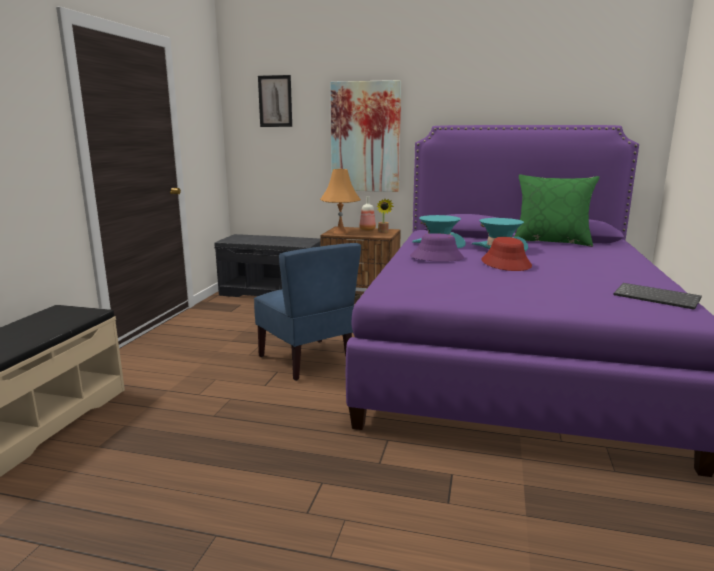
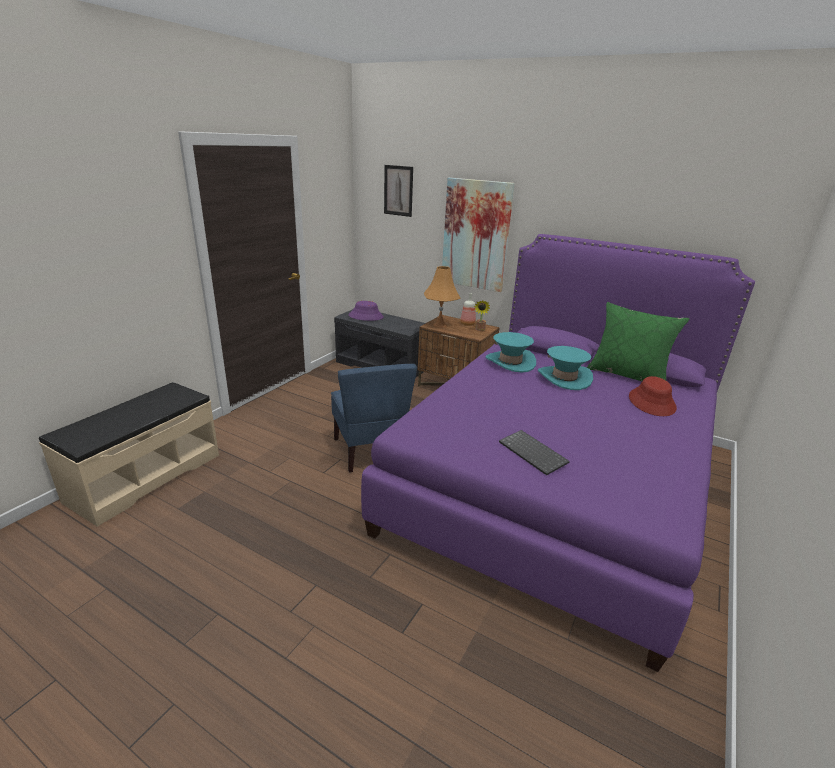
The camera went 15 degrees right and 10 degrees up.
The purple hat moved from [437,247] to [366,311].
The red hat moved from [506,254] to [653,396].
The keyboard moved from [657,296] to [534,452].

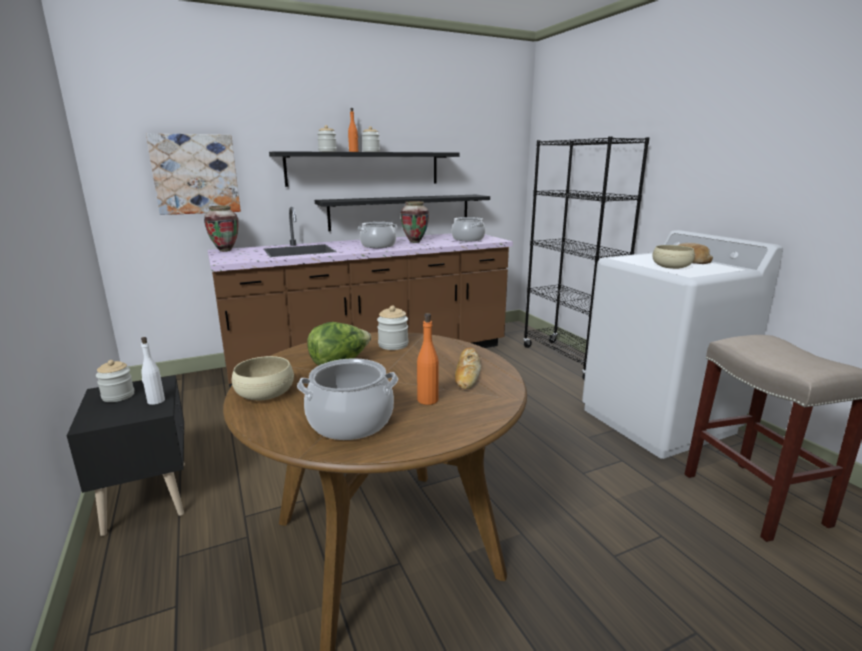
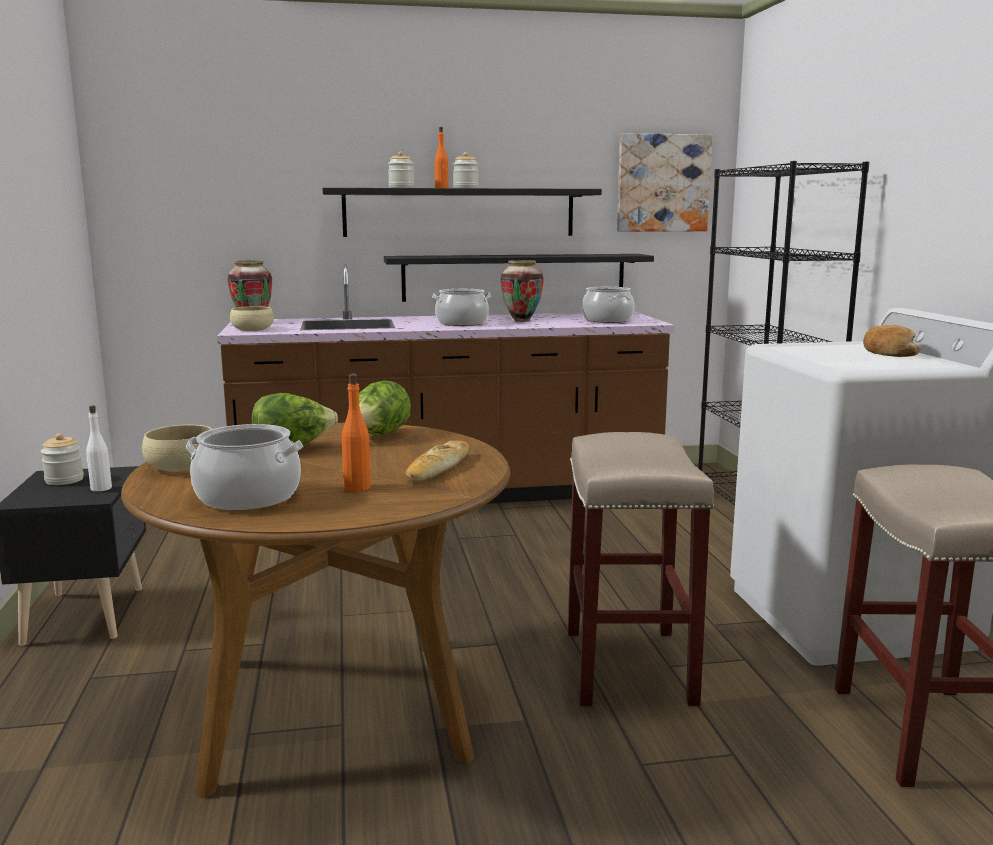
The camera went 15 degrees right and 5 degrees down.
The picture moved from [193,174] to [665,182].
The jar at [392,327] was replaced by the lettuce at [385,408].
The beige bowl moved from [673,257] to [252,318].
The beige stool at [641,569] appeared.

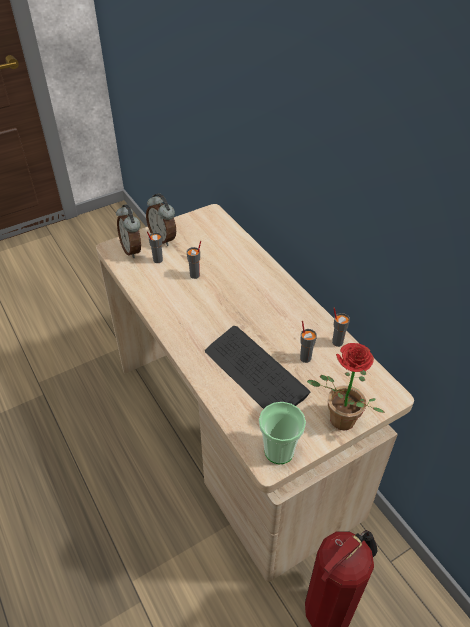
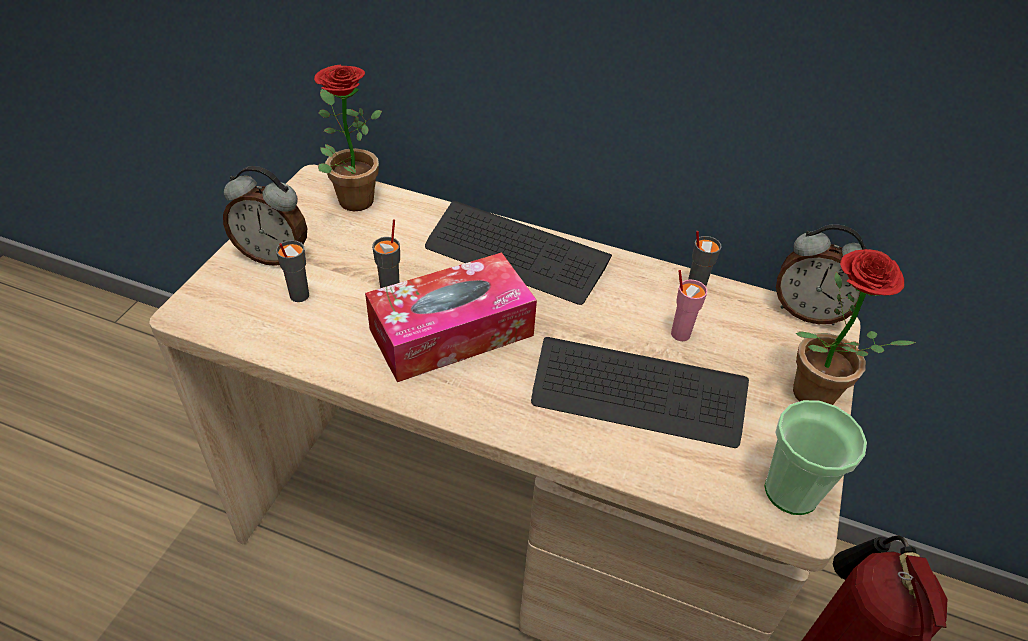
The camera went 40 degrees left and 0 degrees up.
The alarm clock moved from [128,231] to [823,274].
The grey cup at [308,342] became the pink cup at [689,305].
The potted plant at [348,138] appeared.
The tissue box at [451,317] appeared.
The keyboard at [518,253] appeared.

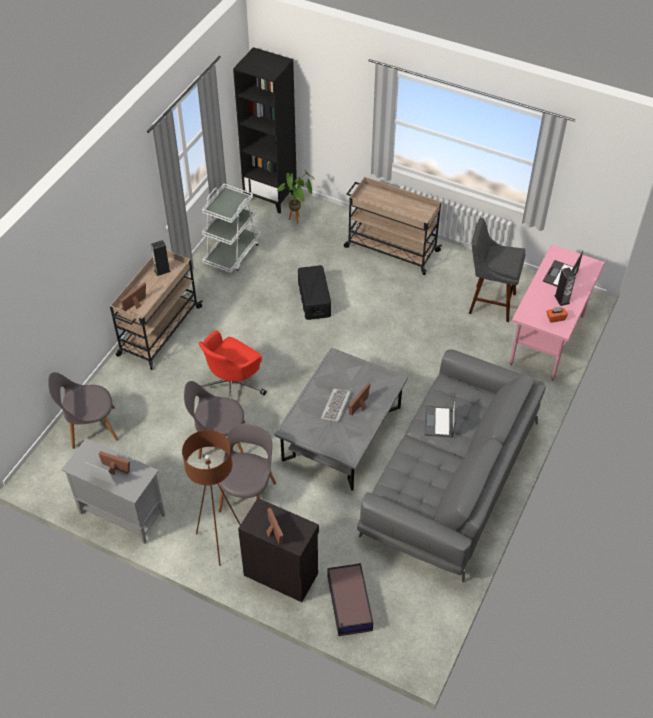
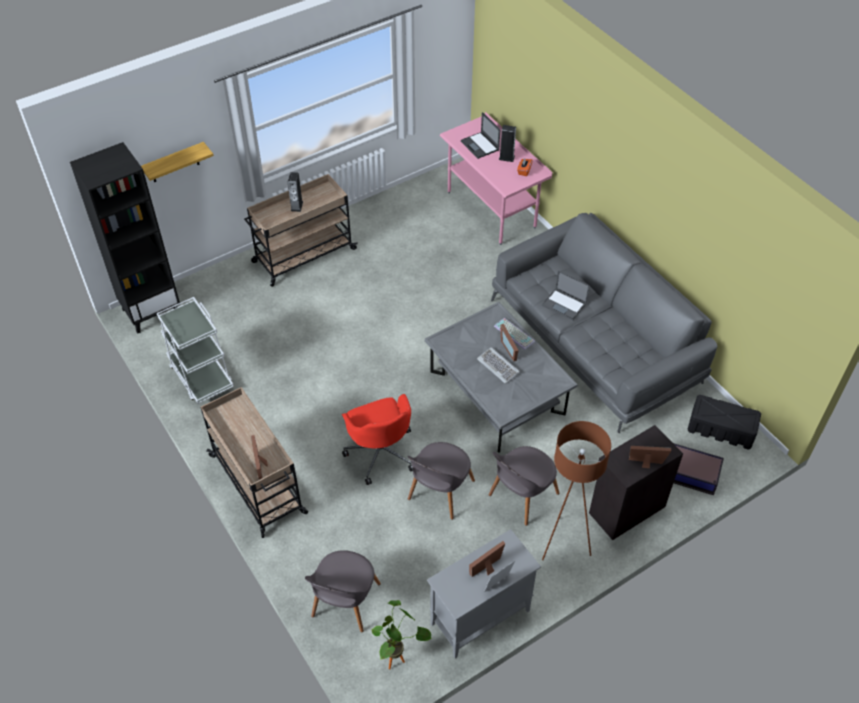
The camera went 60 degrees left and 0 degrees up.
The speaker moved from [161,258] to [295,192].
The grey chair at [247,468] turned 90 degrees counterclockwise.
The potted plant moved from [295,197] to [401,634].
The black storage box moved from [314,292] to [724,422].
The grey stool at [497,270] disappeared.
The shelf at [177,162] appeared.
The keyboard at [514,334] appeared.

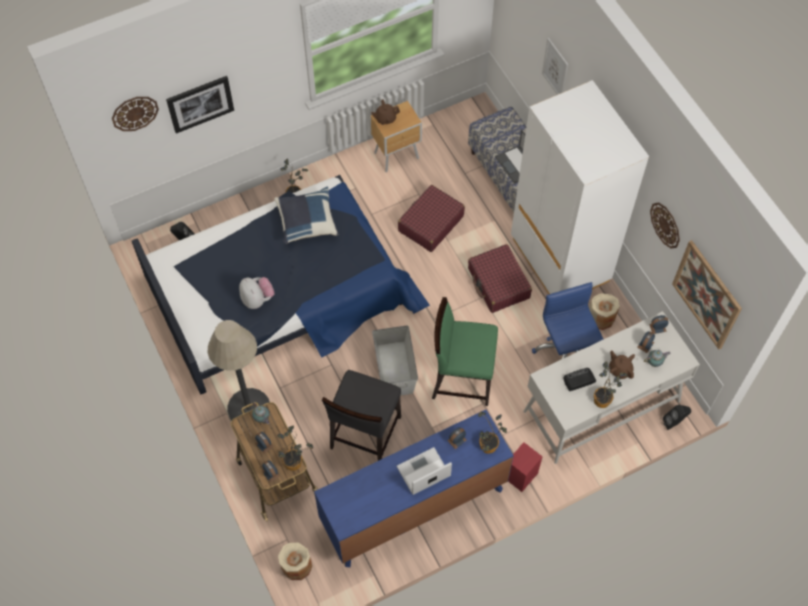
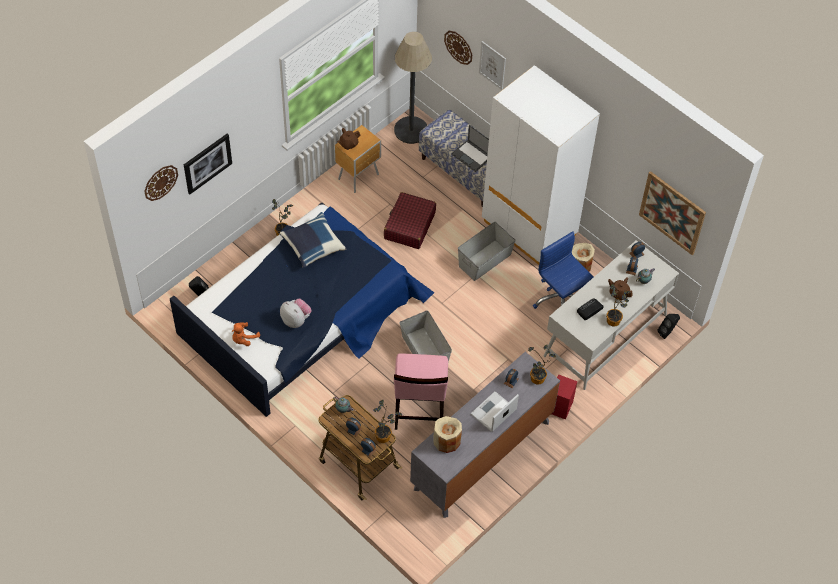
The camera went 20 degrees left and 5 degrees down.
The floor lamp moved from [239,373] to [413,88].
The beige vase moved from [295,561] to [447,434].
The blue dresser at [414,488] became the grey dresser at [485,435].
The black chair at [361,415] became the pink chair at [421,392].
The green chair at [465,351] disappeared.
The red suitcase at [500,278] was replaced by the grey storage box at [487,251].
The wall clock moved from [665,225] to [458,48].
The orange plush toy at [246,334] appeared.

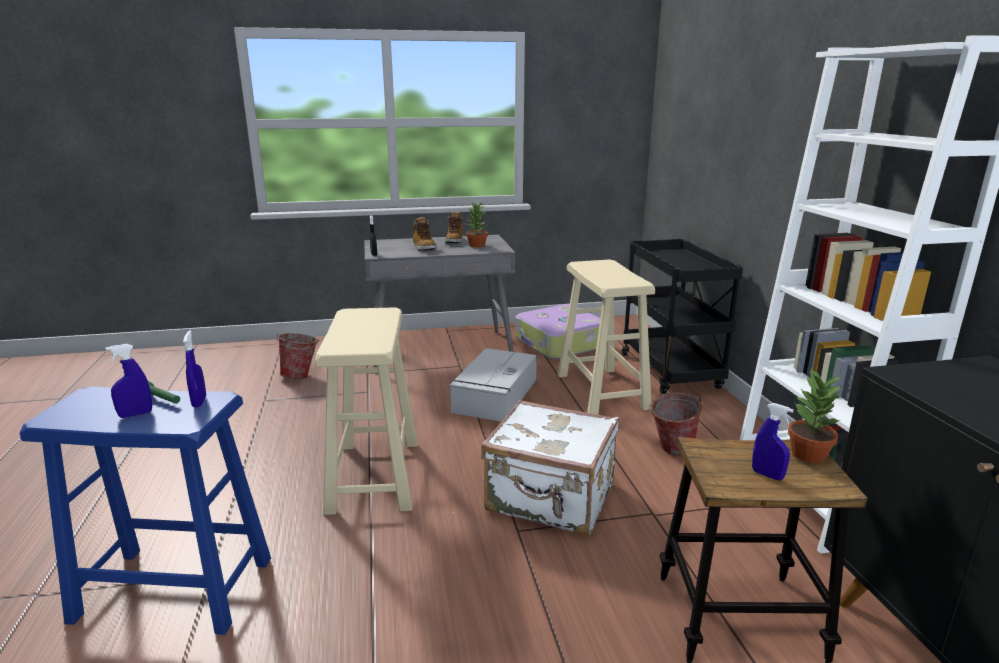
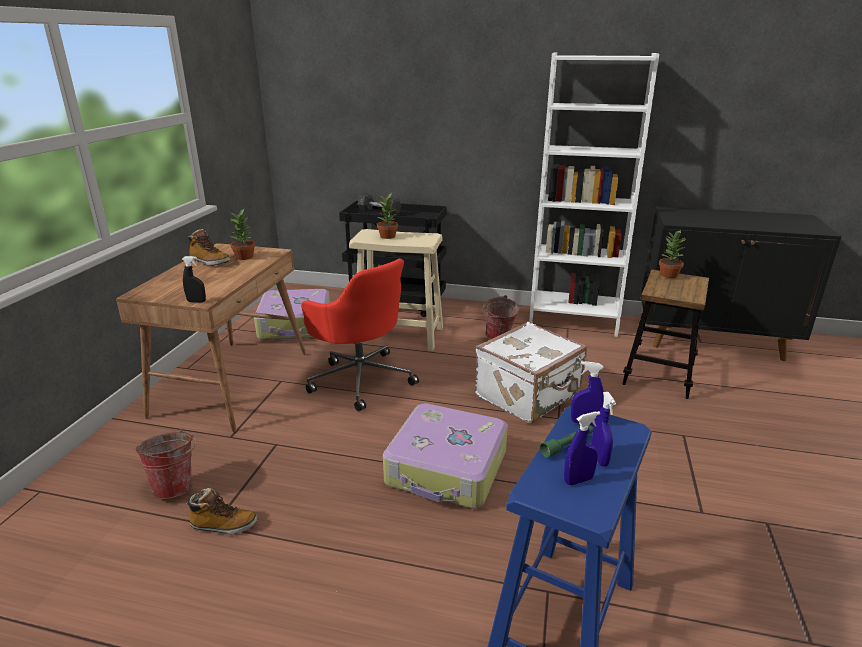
The camera went 65 degrees left and 5 degrees up.
The beige stool at [366,411] was replaced by the suitcase at [445,456].
The grey desk at [439,301] became the brown desk at [211,337].
The boot moved from [425,234] to [221,511].
The grey storage box at [493,385] was replaced by the red office chair at [360,335].
The blue spray bottle moved from [773,441] to [582,448].
The grey dumbbell at [379,204] appeared.
The potted plant at [387,216] appeared.

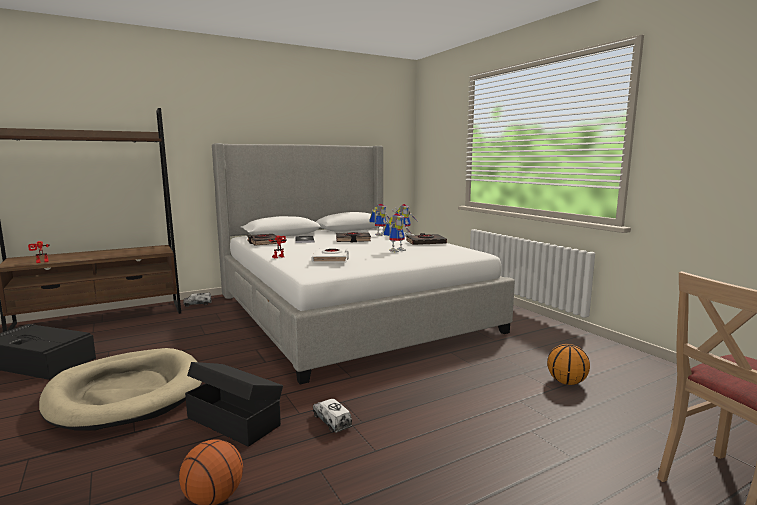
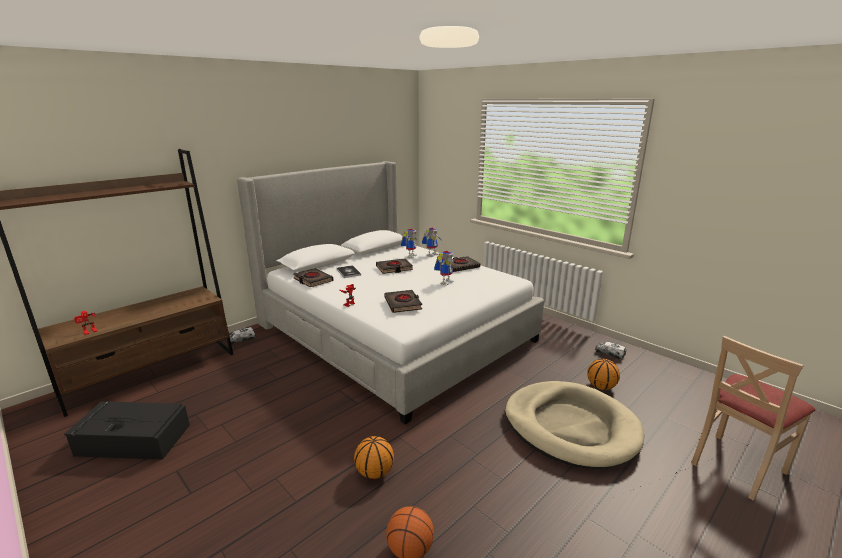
The camera went 15 degrees left and 10 degrees up.
The beige dog bed moved from [120,389] to [574,424].
The black storage box at [234,404] was replaced by the basketball at [374,457].
The white book at [330,255] became the black book at [403,301].
The toy truck moved from [332,416] to [610,350].

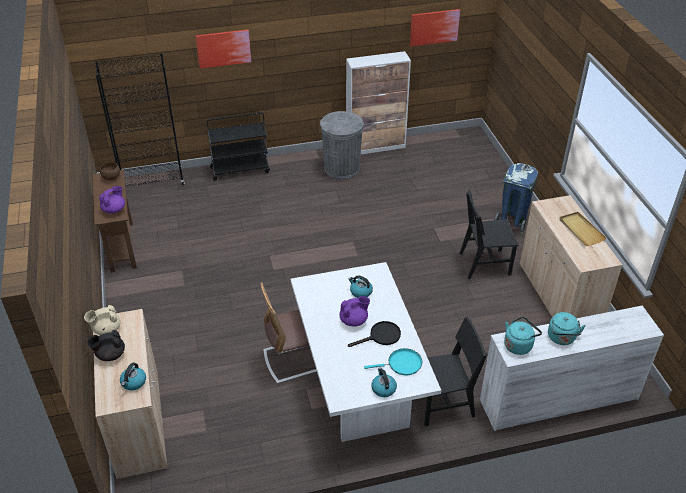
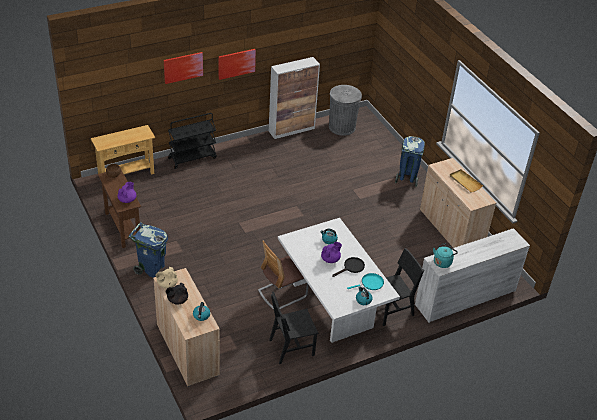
The camera went 15 degrees left and 0 degrees up.
The black bookcase at [139,120] was replaced by the beige console table at [123,149].
The grey trash can moved from [342,145] to [345,110].
The picture moved from [435,27] to [237,64].
The black chair moved from [489,234] to [294,328].
The turquoise kettle at [567,328] disappeared.
The blue trash can at [148,250] appeared.

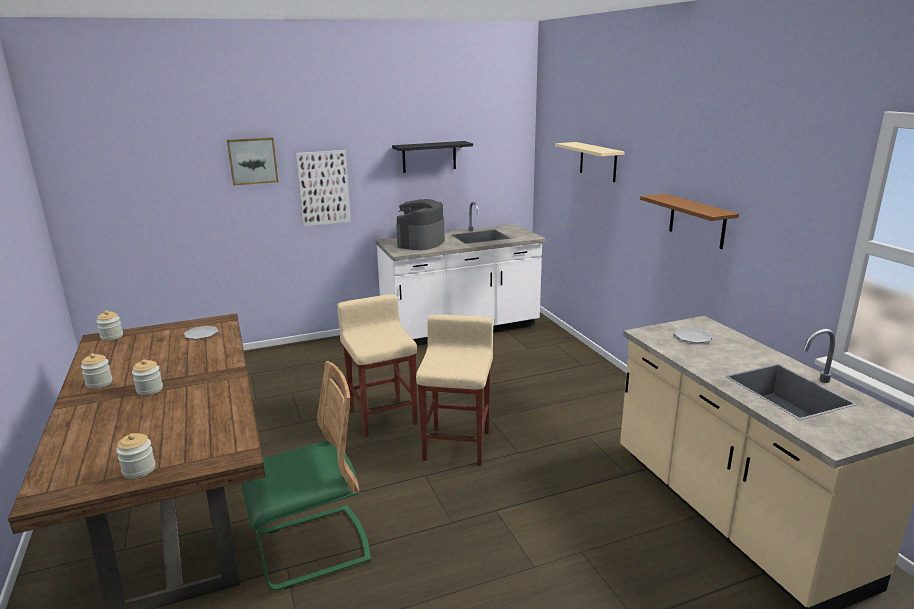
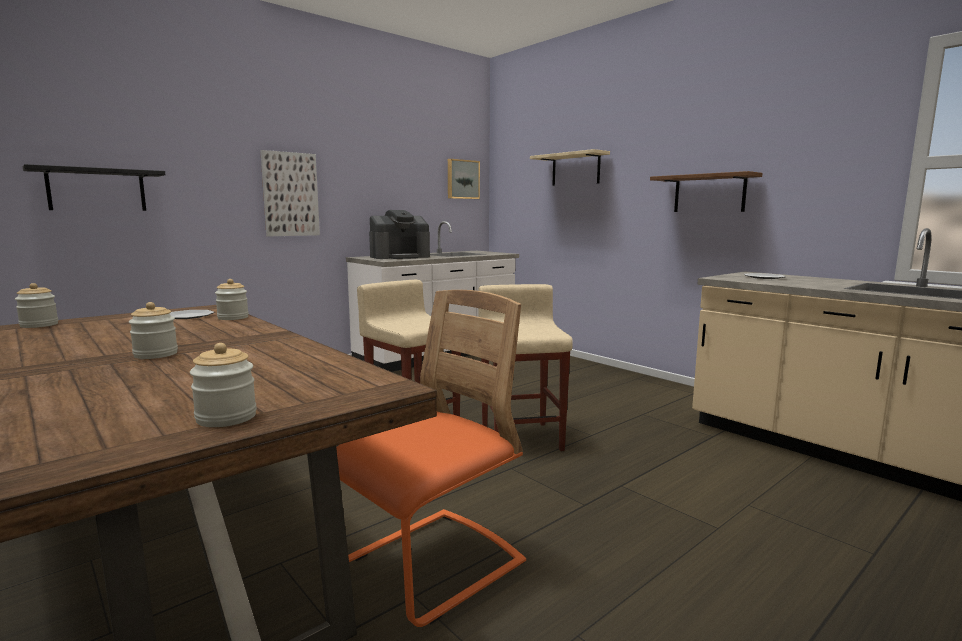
The camera went 20 degrees left and 10 degrees down.
The jar moved from [96,371] to [232,299].
The picture moved from [252,161] to [464,179].
The green chair at [306,475] became the orange chair at [431,458].
The black shelf moved from [432,157] to [94,187].
The coffee machine at [420,224] turned 120 degrees counterclockwise.

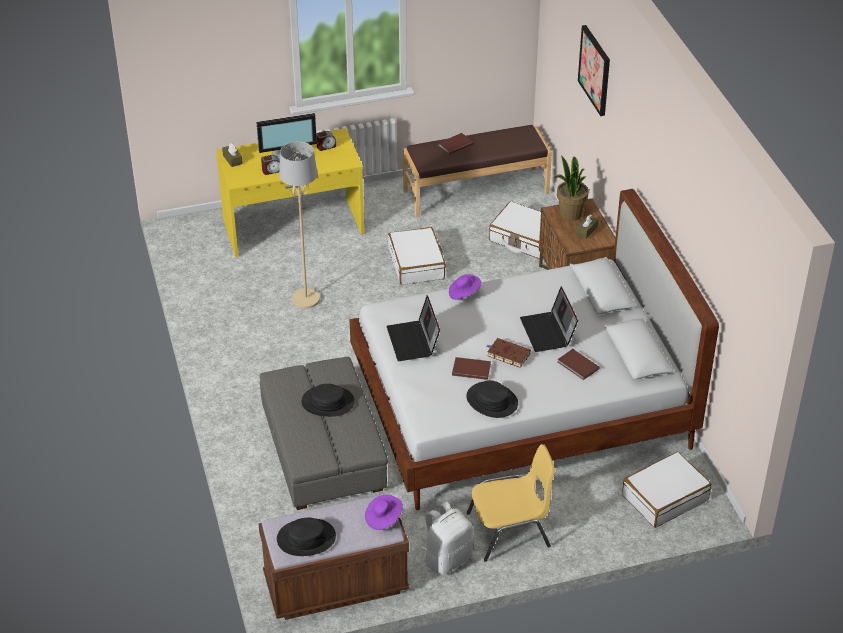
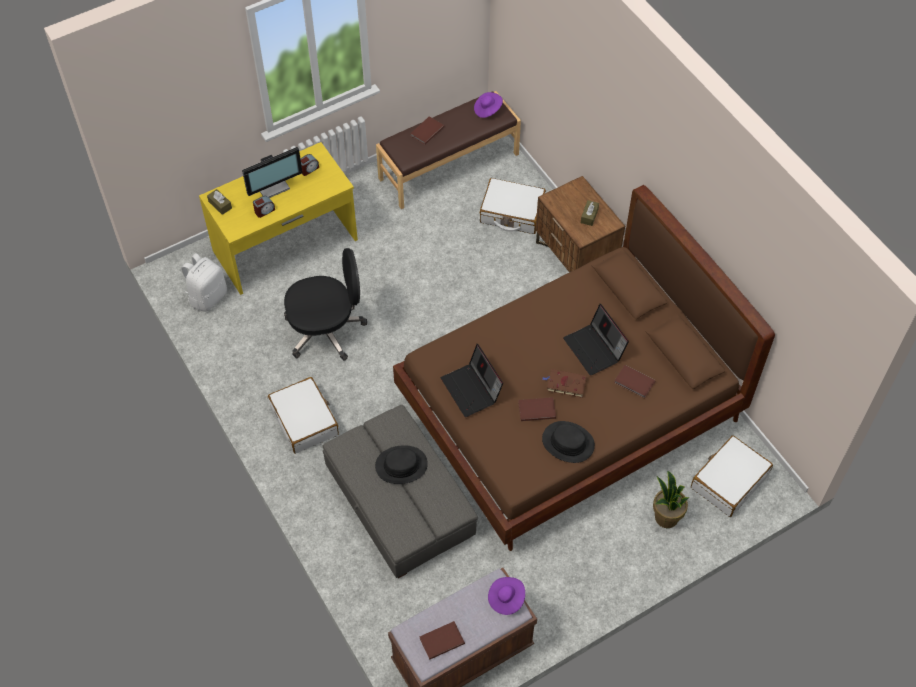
The camera went 15 degrees left and 15 degrees up.
The black hat at [306,537] was replaced by the brown book at [442,640].
The beige floor lamp at [299,225] was replaced by the black office chair at [325,304].
The white bed at [534,349] became the brown bed at [584,368].
The white suitcase moved from [417,256] to [303,415].
The white backpack moved from [447,538] to [204,282].
The purple hat moved from [465,287] to [488,105].
The yellow chair at [511,503] disappeared.
The potted plant moved from [572,188] to [671,499].
The picture at [594,70] disappeared.

